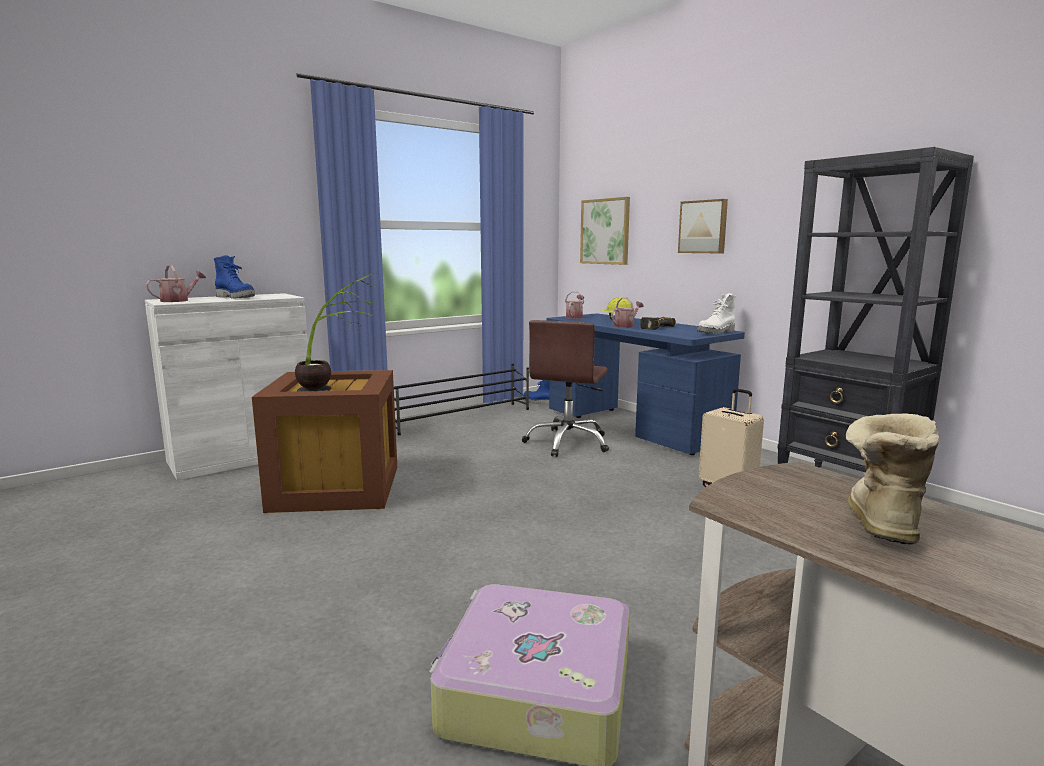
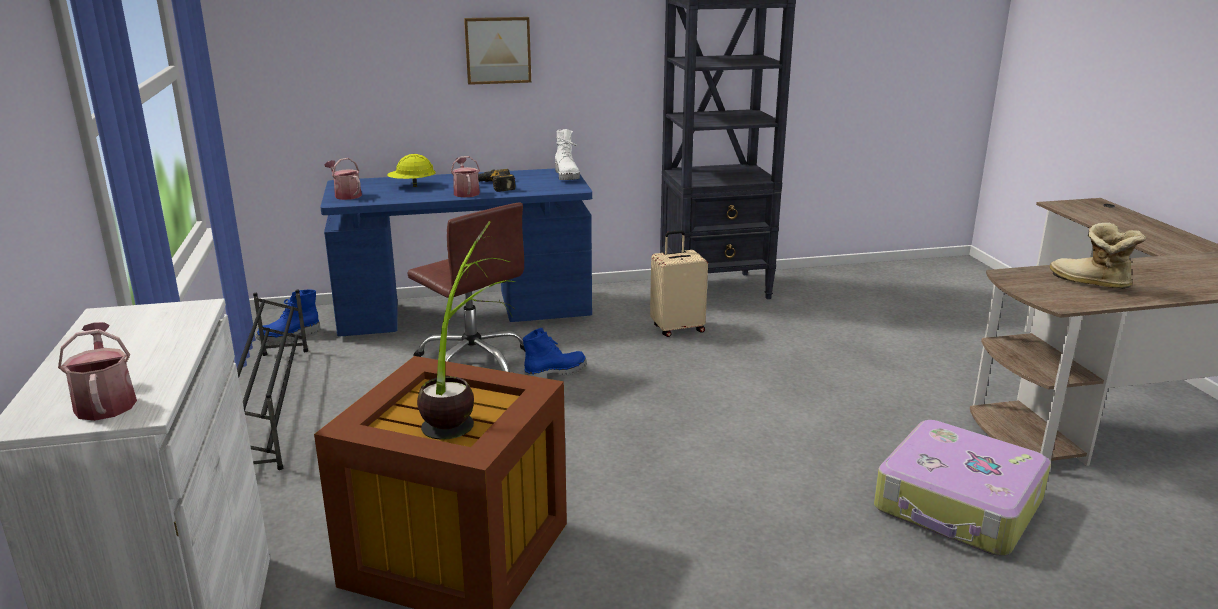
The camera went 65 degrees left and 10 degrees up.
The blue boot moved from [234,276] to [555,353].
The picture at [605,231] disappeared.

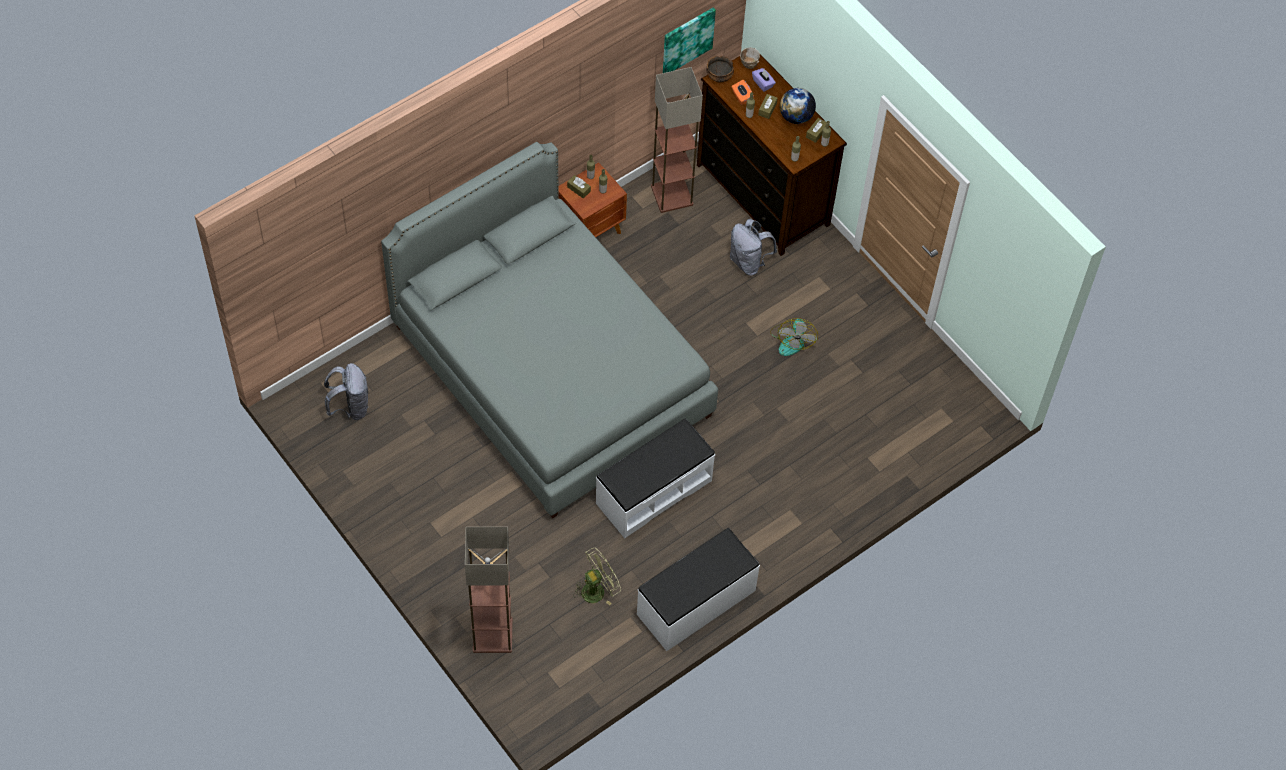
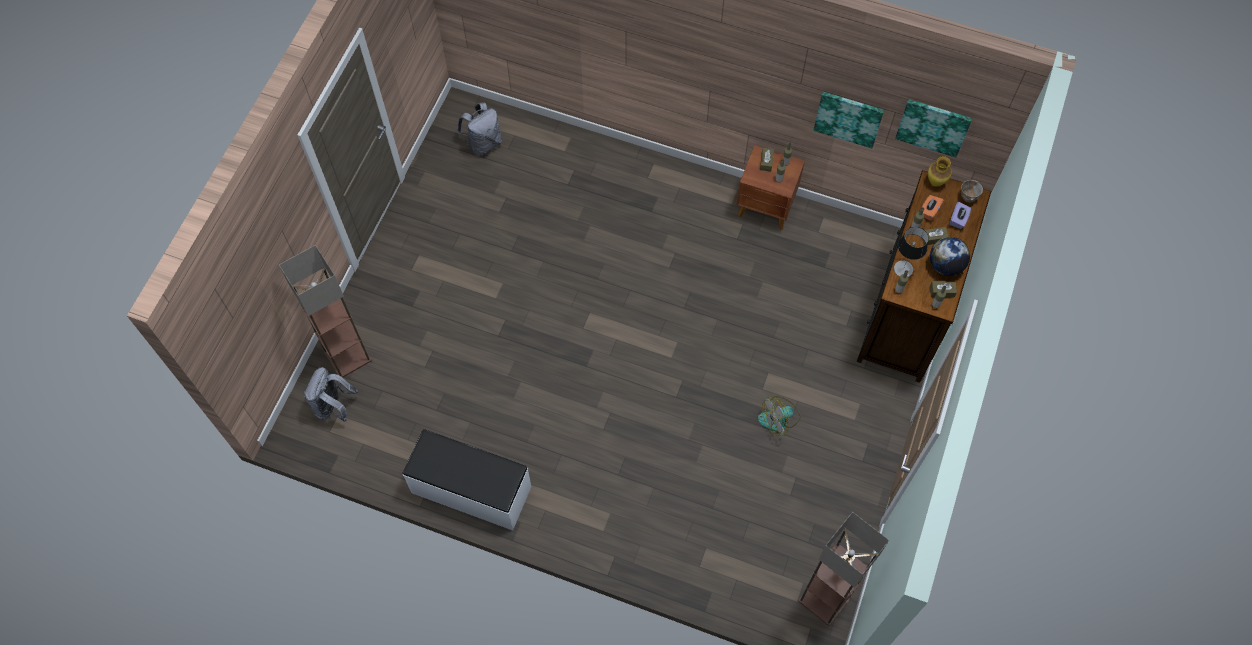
The camera went 60 degrees right and 5 degrees up.
The grey bed at [549,330] disappeared.
The green fan at [597,576] disappeared.
The white bench at [655,478] disappeared.
The floor lamp moved from [677,140] to [844,569].
The bowl at [720,69] was replaced by the vase at [940,171].
The grey backpack moved from [753,247] to [331,394].
The picture at [848,120] appeared.
The table lamp at [911,252] appeared.

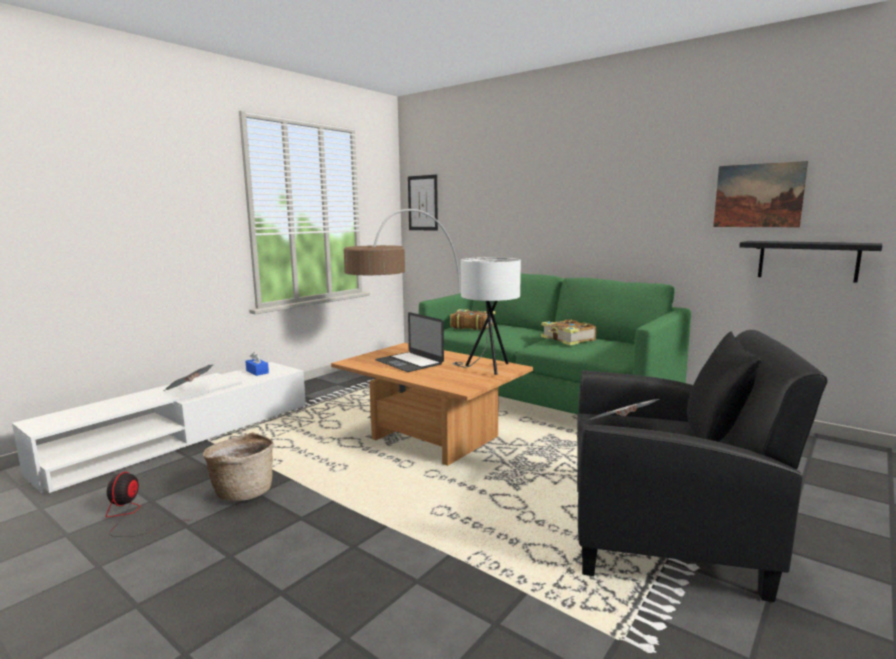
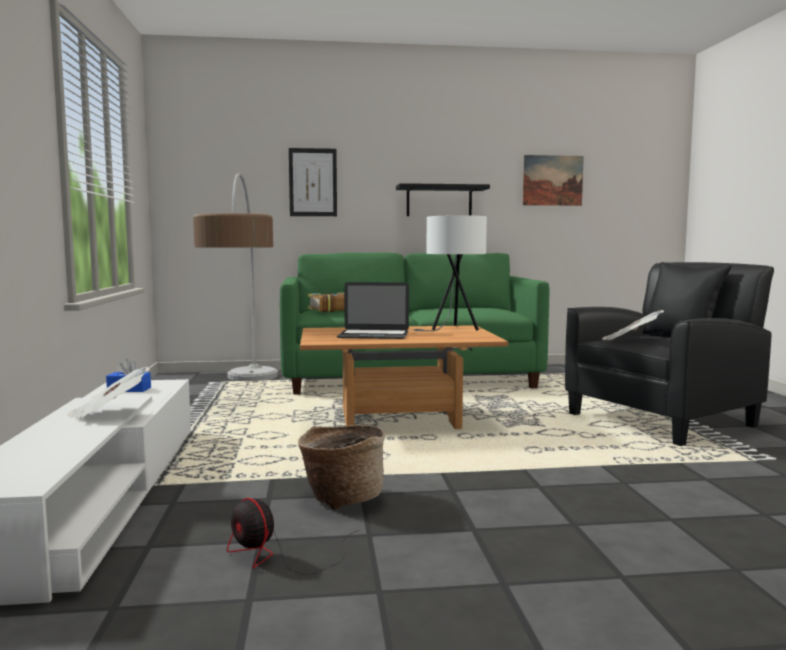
The camera went 45 degrees left and 5 degrees down.
The picture moved from [423,202] to [313,182].
The book at [569,332] disappeared.
The black shelf moved from [810,262] to [443,199].

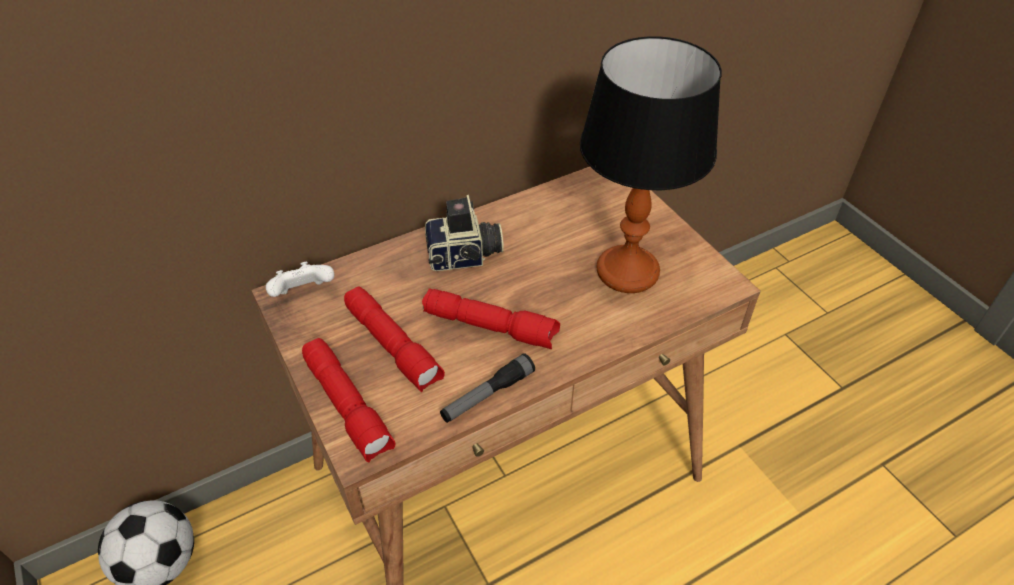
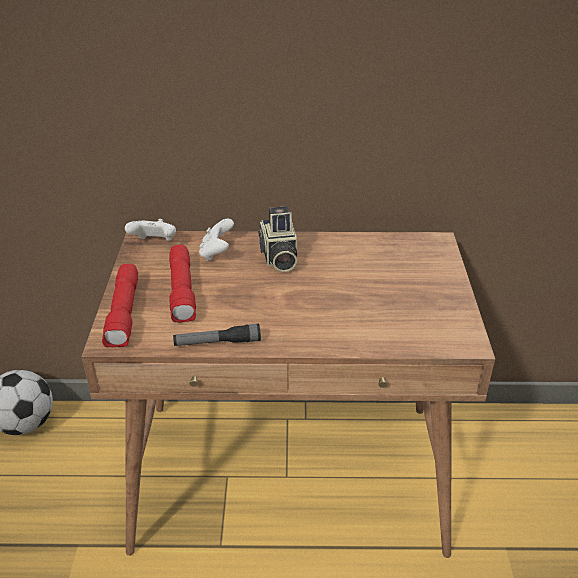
The camera went 30 degrees right and 10 degrees down.
The red flashlight at [491,318] disappeared.
The photo camera at [464,233] turned 60 degrees clockwise.
The table lamp at [651,164] disappeared.
The white game controller at [216,240] appeared.

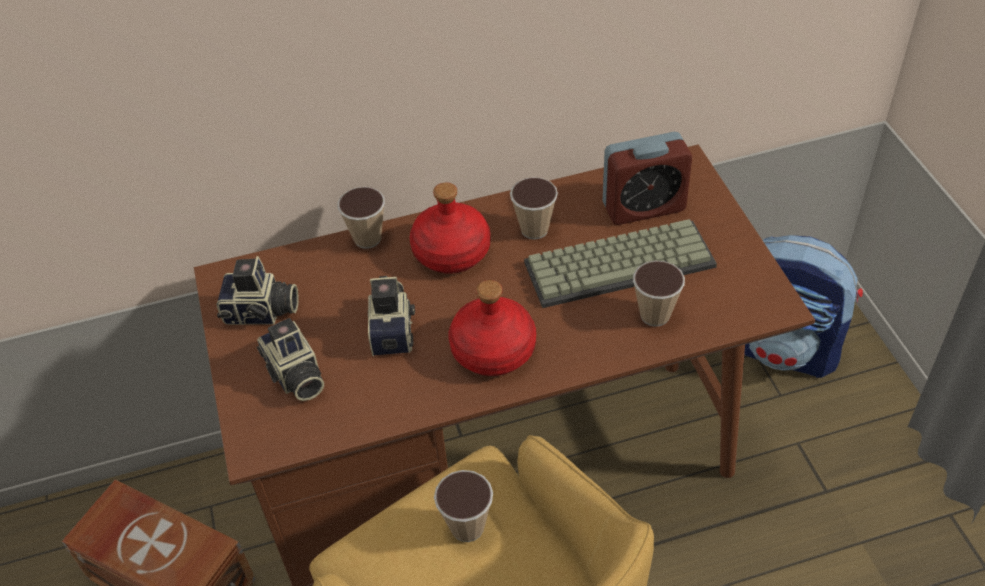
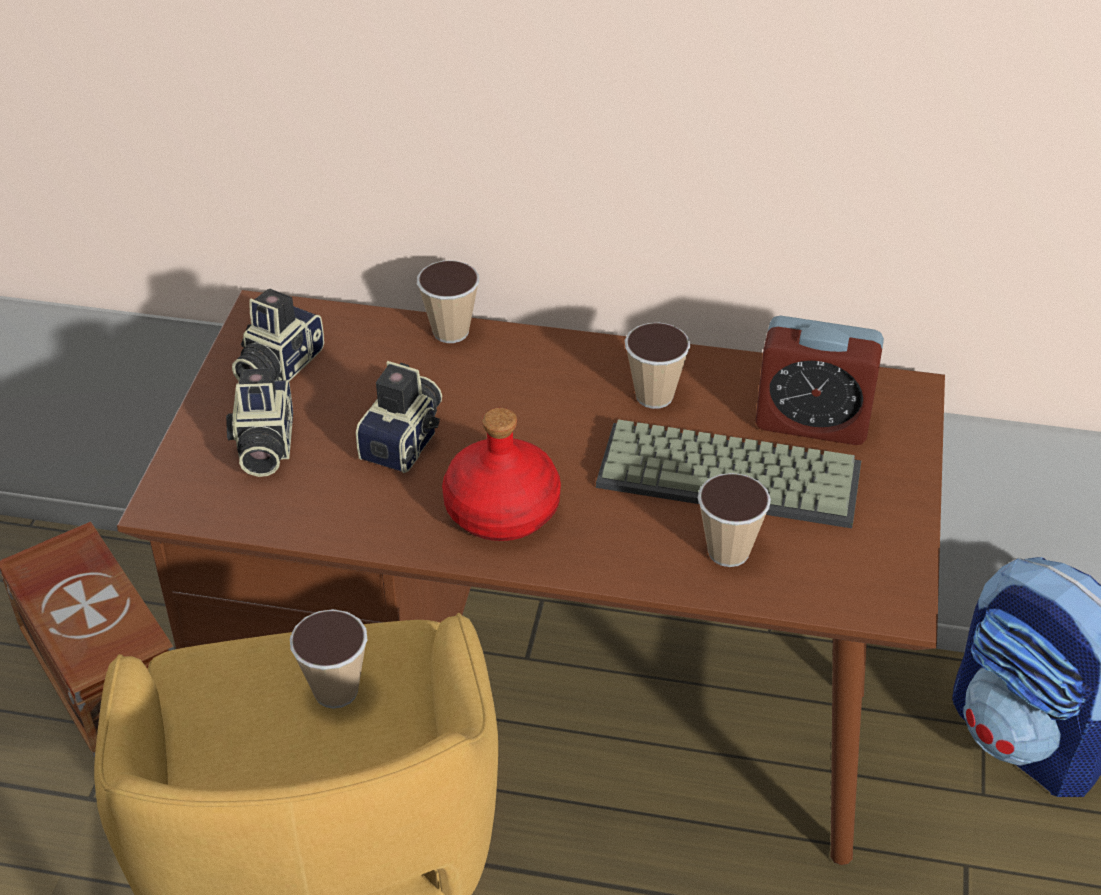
The camera went 25 degrees right and 5 degrees down.
The photo camera at [257,290] turned 90 degrees clockwise.
The red bottle at [450,228] disappeared.

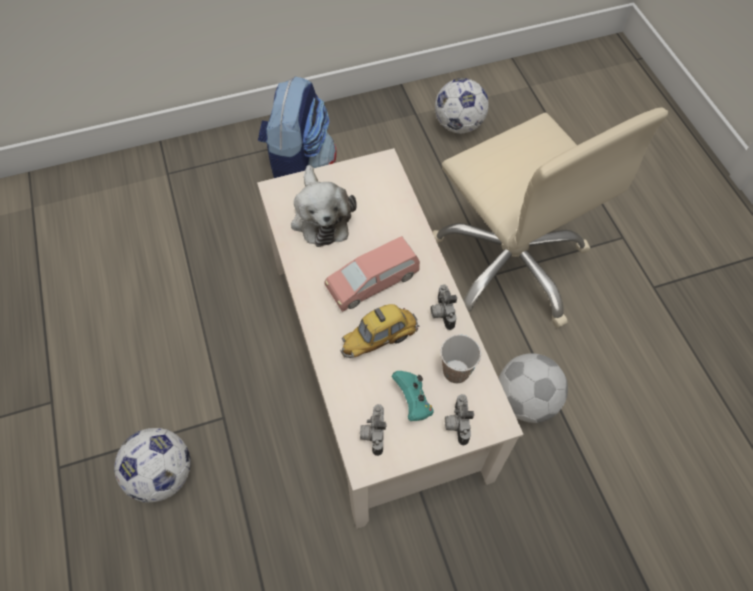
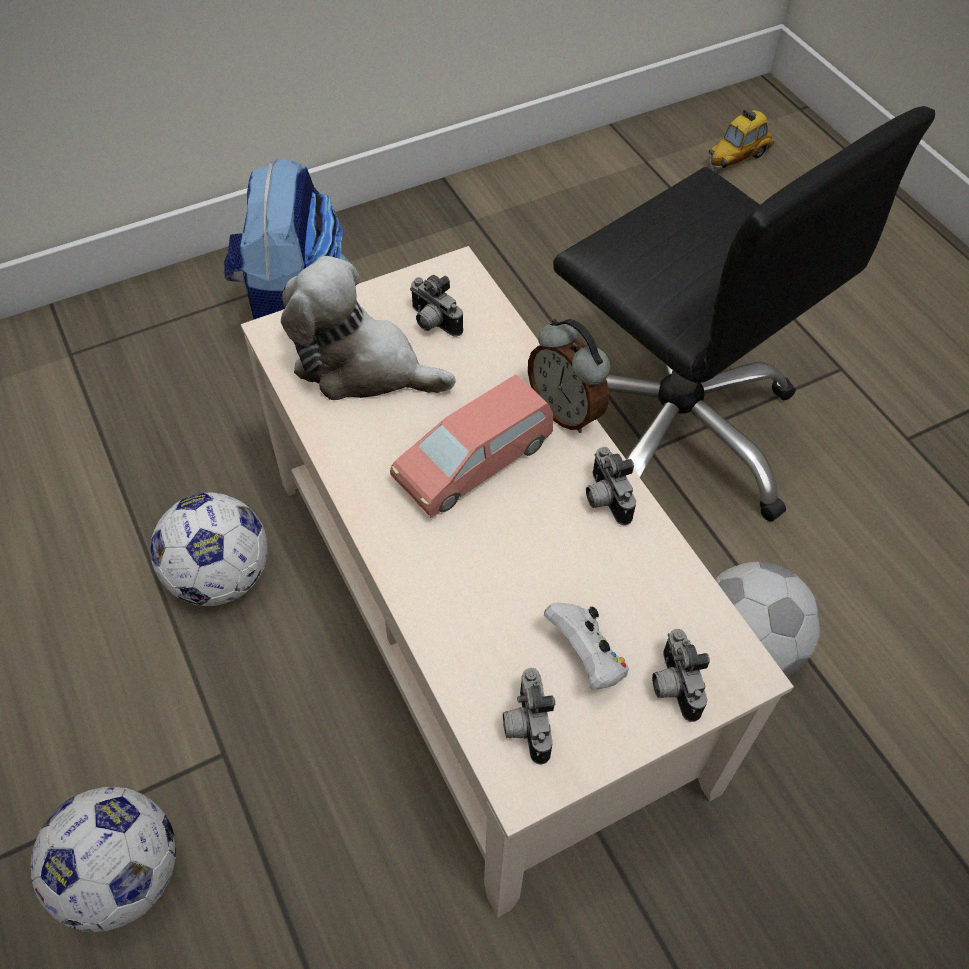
The camera went 10 degrees left and 5 degrees down.
The plush toy at [324,206] turned 135 degrees clockwise.
The toy car moved from [380,331] to [741,139].
The turquoise game controller at [412,396] became the white game controller at [586,646].
The beige office chair at [550,217] became the black office chair at [744,314].
The football moved from [462,106] to [209,549].
The cup at [461,359] disappeared.
The photo camera at [436,306] appeared.
The alarm clock at [569,376] appeared.

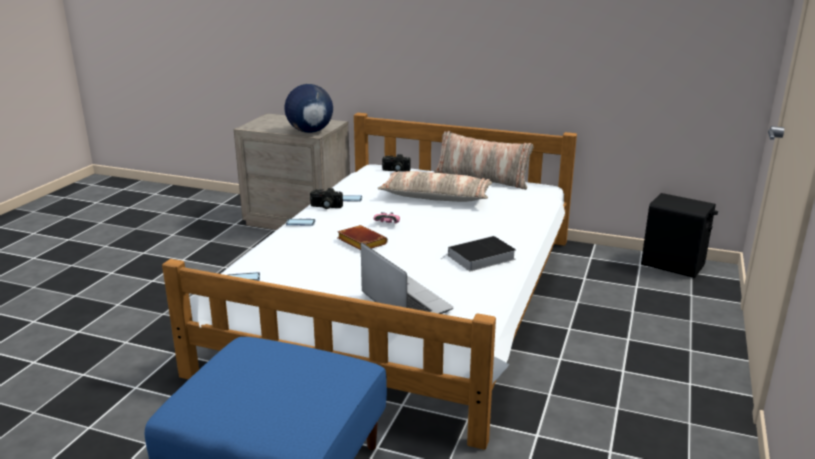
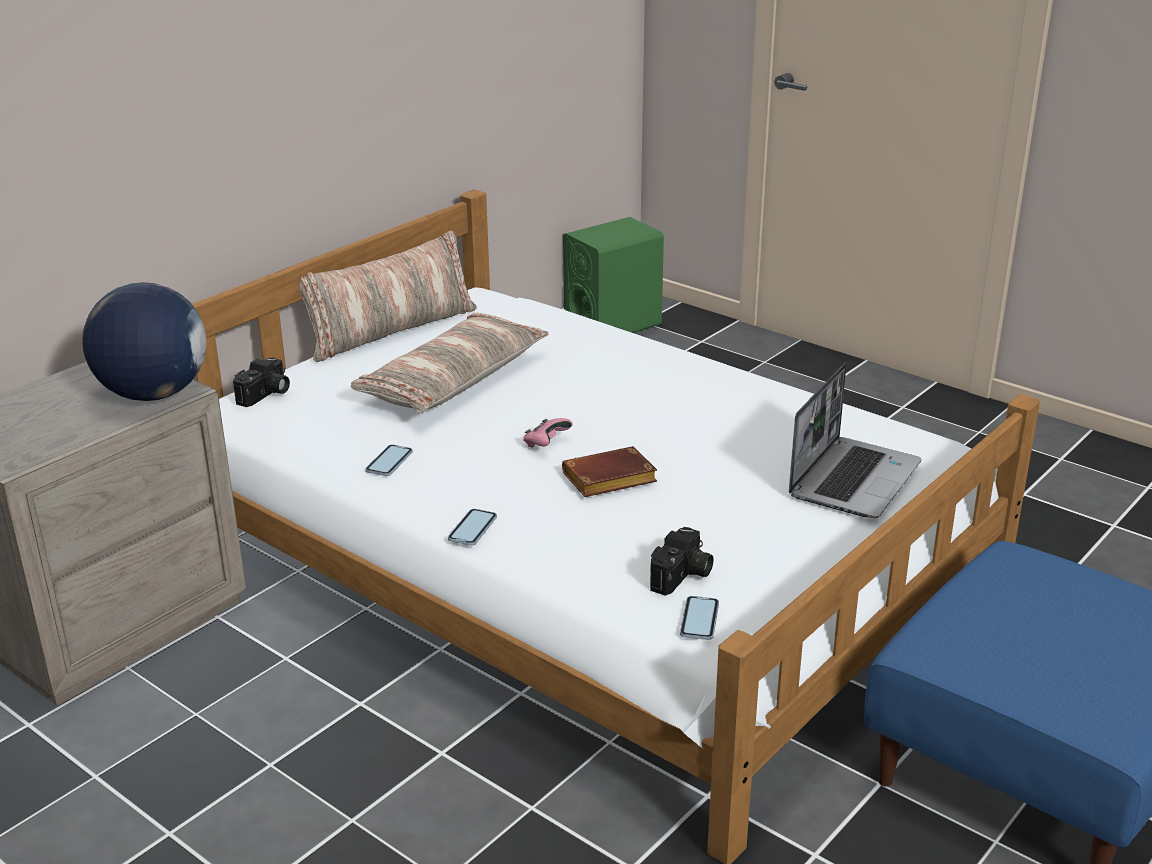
The camera went 70 degrees left and 5 degrees up.
The photo camera moved from [326,198] to [682,561].
The laptop at [407,278] turned 135 degrees clockwise.
The book at [479,253] disappeared.
The black speaker at [679,235] became the green speaker at [613,275].

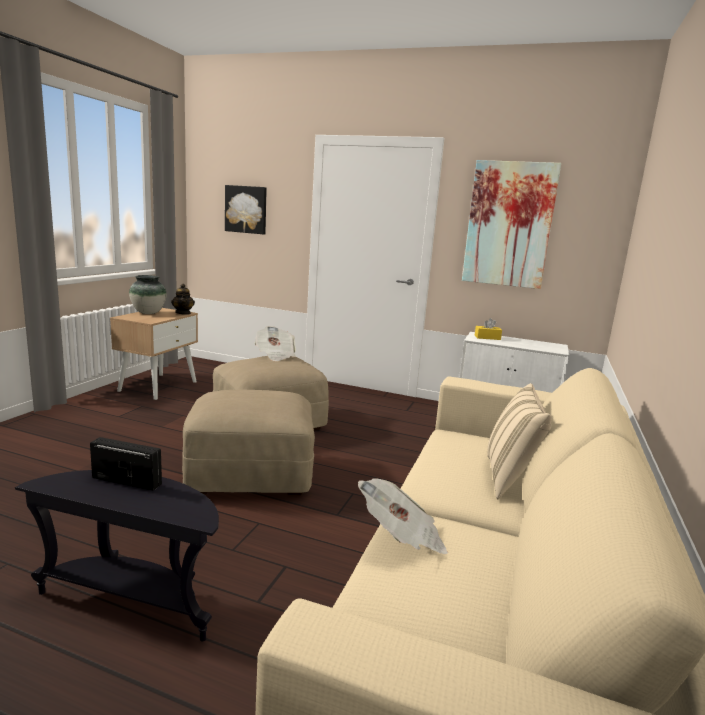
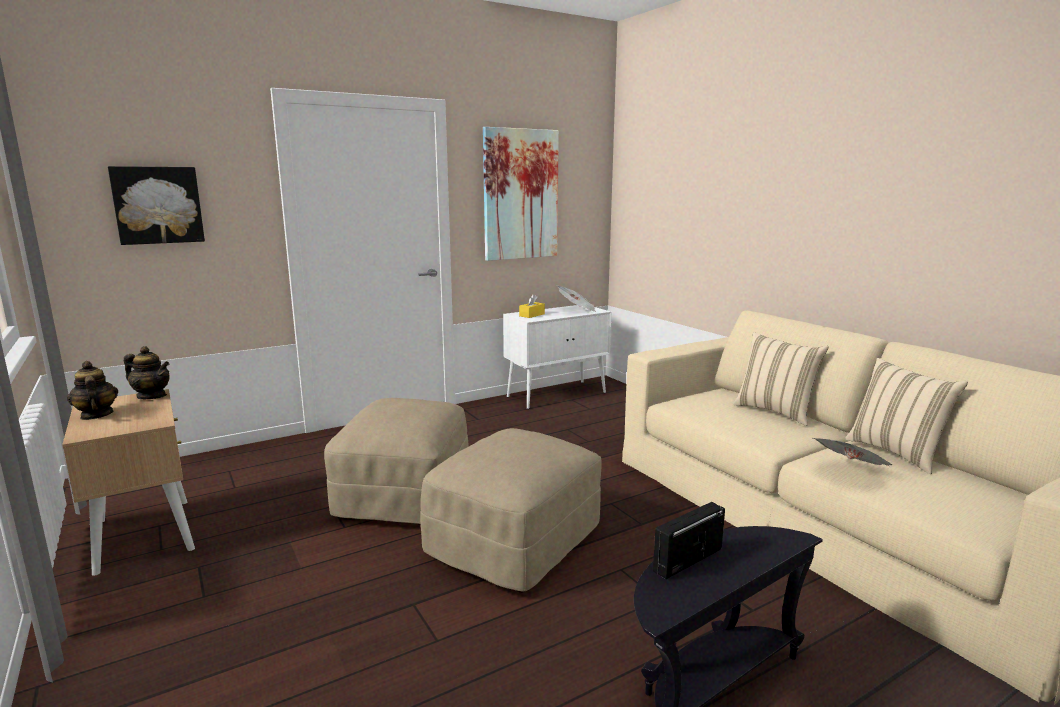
The camera went 50 degrees left and 0 degrees up.
The vase at [148,294] was replaced by the teapot at [92,390].
The newspaper moved from [275,343] to [576,298].
The beige pillow at [906,416] appeared.

